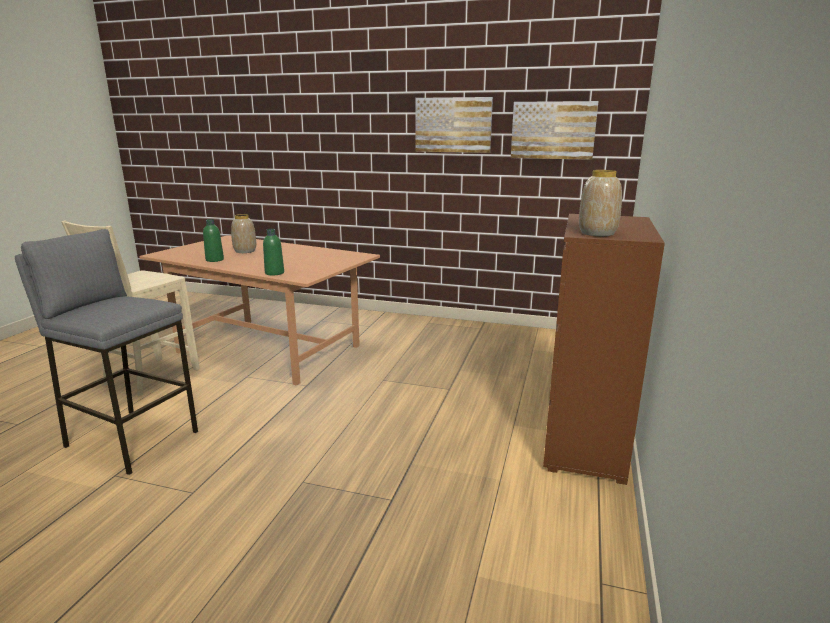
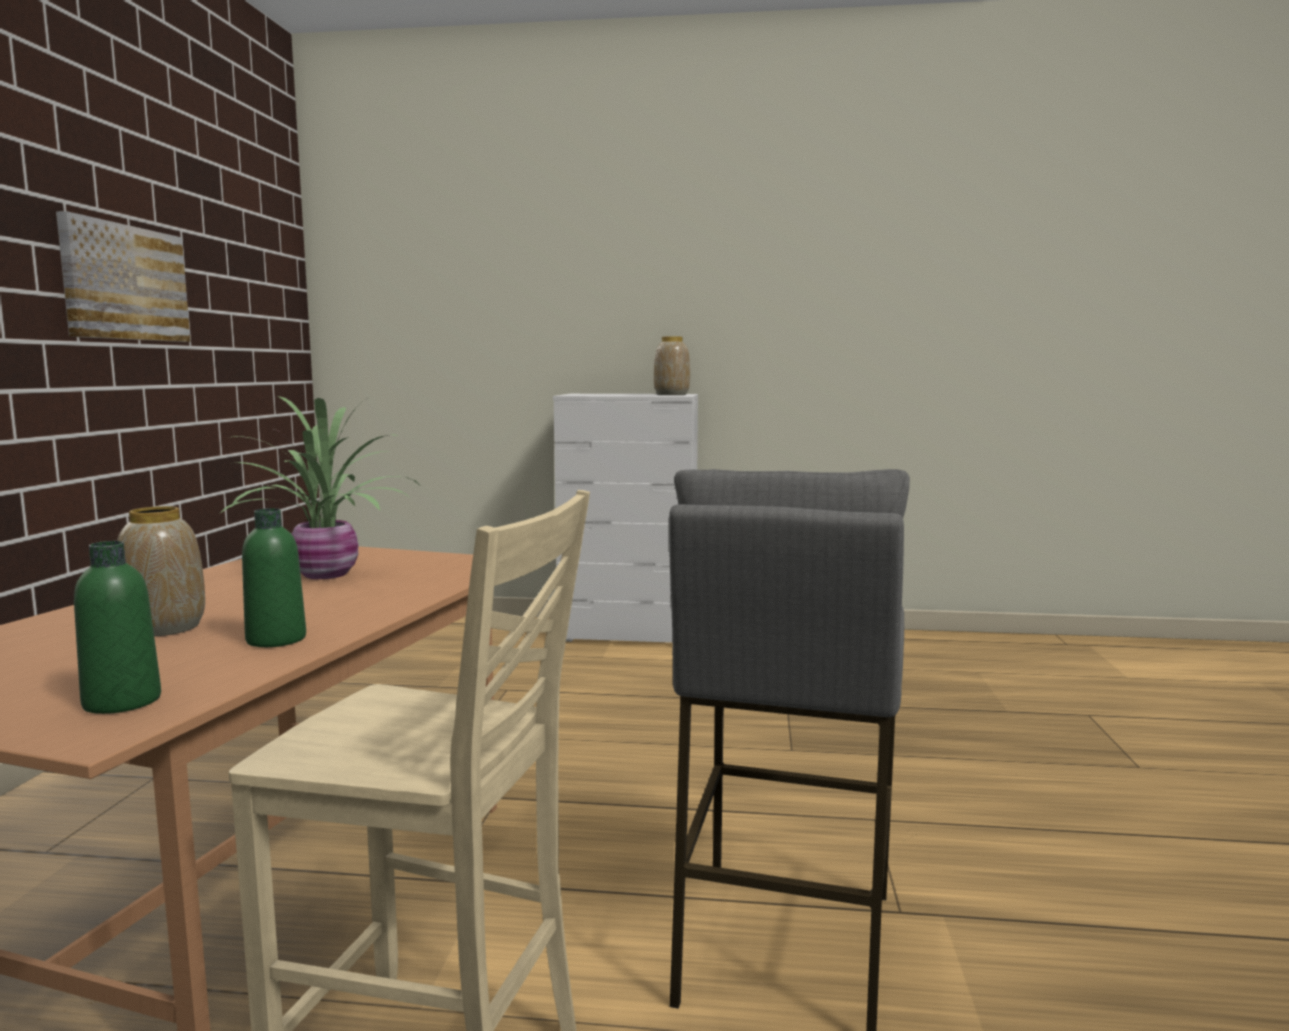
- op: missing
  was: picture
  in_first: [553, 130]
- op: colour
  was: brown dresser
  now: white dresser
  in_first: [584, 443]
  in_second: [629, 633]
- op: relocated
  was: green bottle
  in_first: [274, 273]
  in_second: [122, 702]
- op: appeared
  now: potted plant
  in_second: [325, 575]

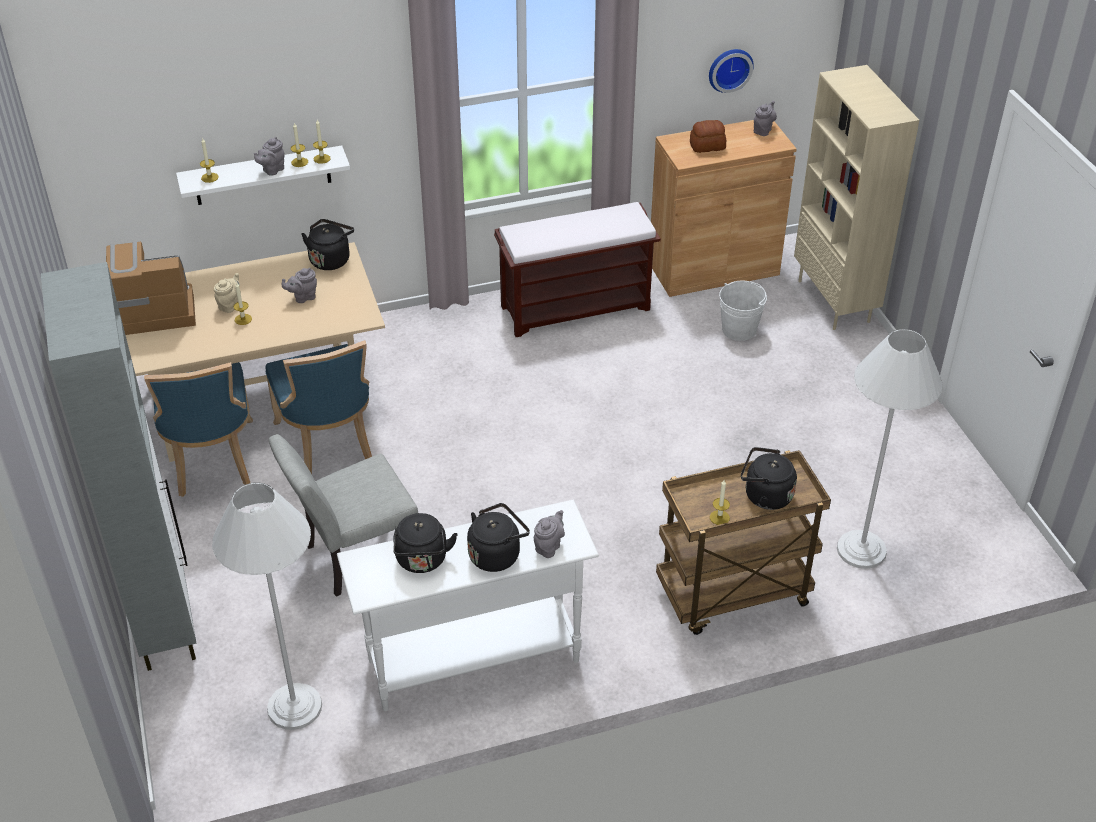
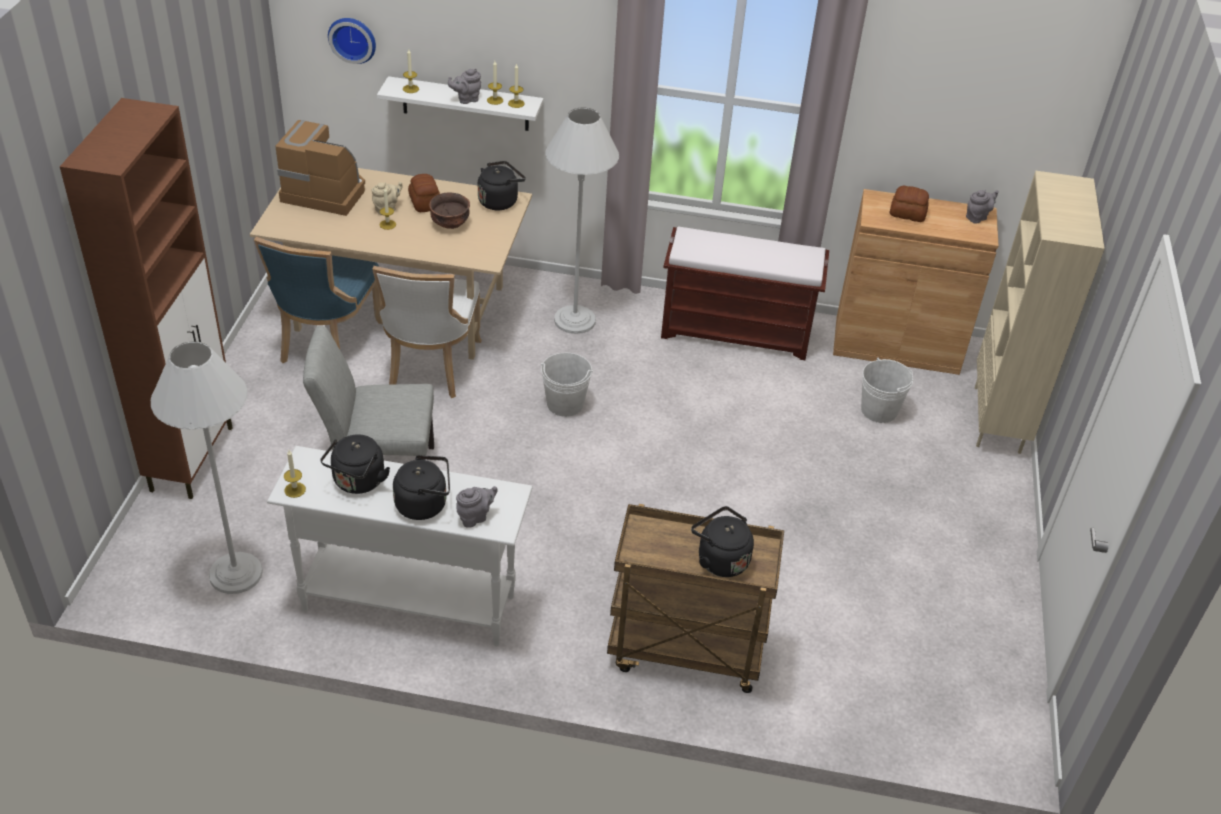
- op: relocated
  was: wall clock
  in_first: [729, 68]
  in_second: [353, 39]
- op: colour
  was: grey cabinet
  now: brown cabinet
  in_first: [165, 621]
  in_second: [193, 457]
- op: exchanged
  was: grey teapot
  now: brown bowl
  in_first: [303, 297]
  in_second: [450, 224]
- op: relocated
  was: white floor lamp
  in_first: [861, 550]
  in_second: [574, 320]
- op: colour
  was: blue chair
  now: white chair
  in_first: [328, 444]
  in_second: [430, 367]
- op: relocated
  was: candle
  in_first: [719, 517]
  in_second: [295, 490]
- op: appeared
  now: bread
  in_second: [424, 203]
- op: appeared
  now: white bucket
  in_second: [565, 404]

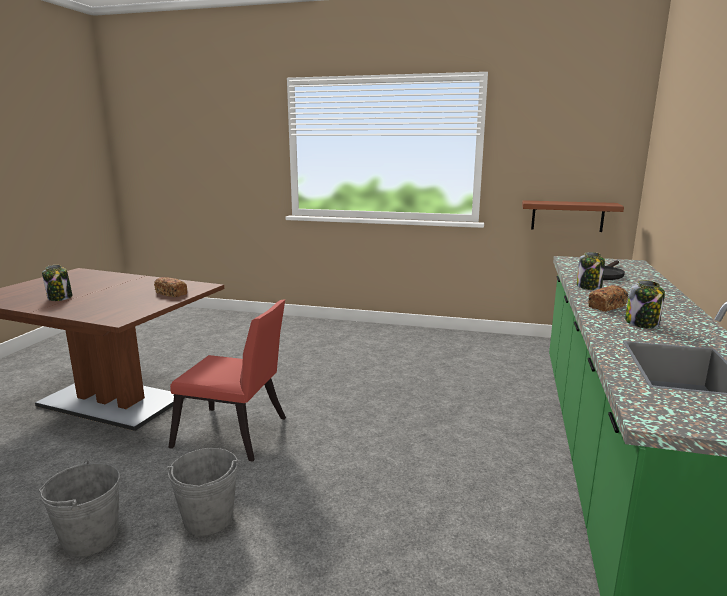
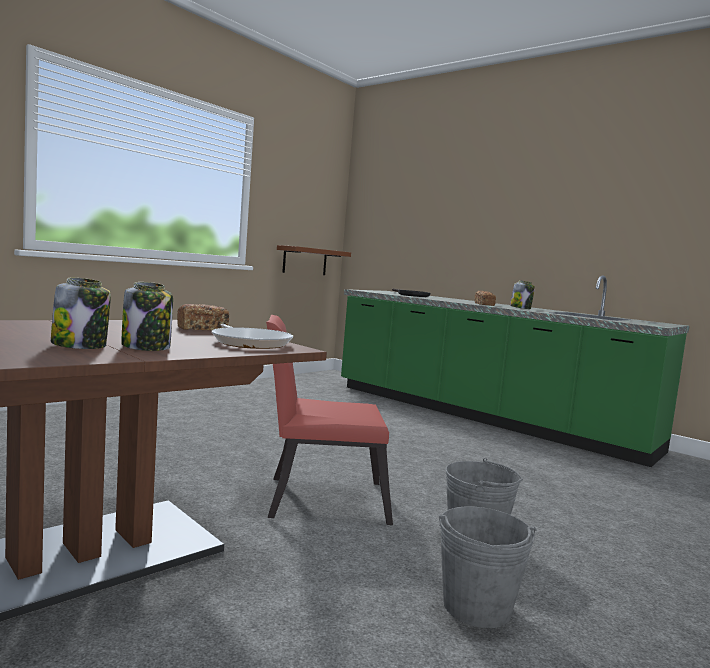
- op: relocated
  was: jar
  in_first: [589, 287]
  in_second: [147, 347]
- op: spun
  was: red chair
  in_first: [236, 435]
  in_second: [318, 498]
  clockwise: -135
- op: appeared
  now: frying pan
  in_second: [250, 343]

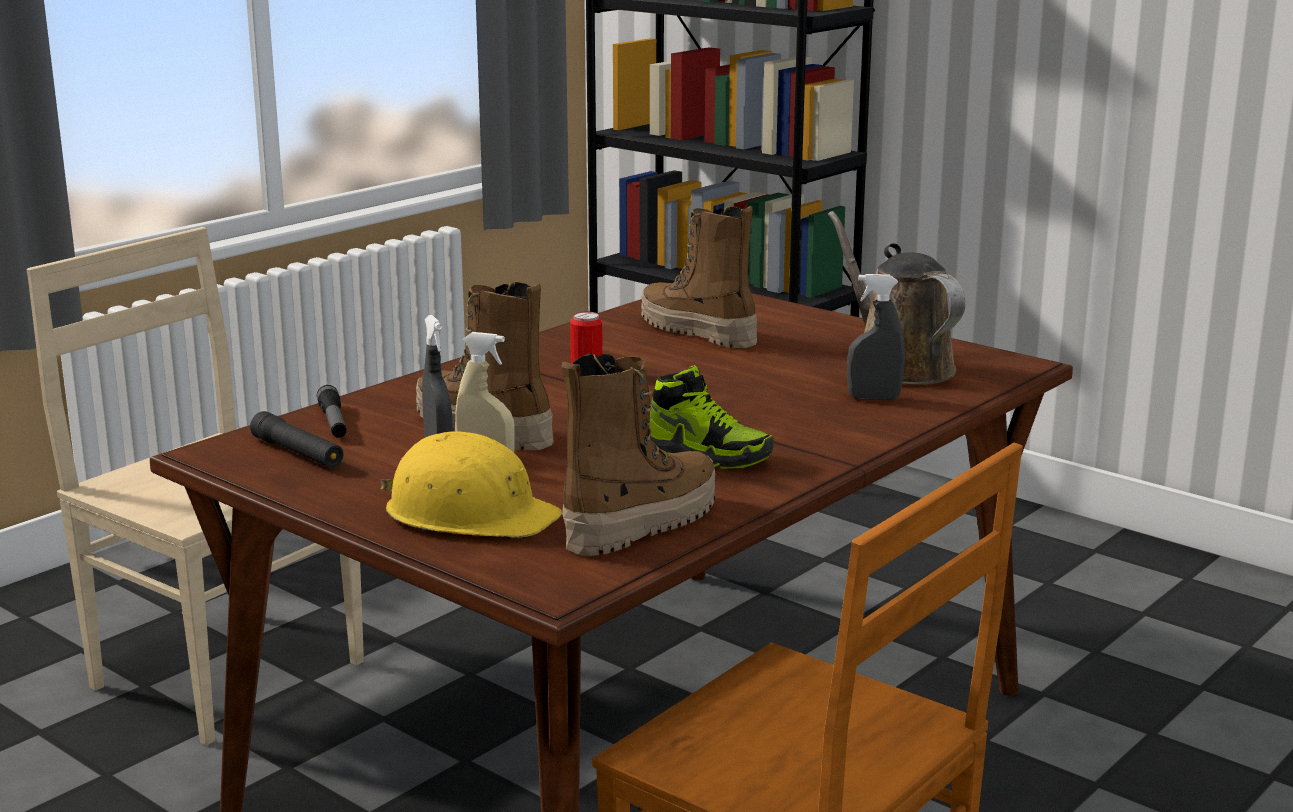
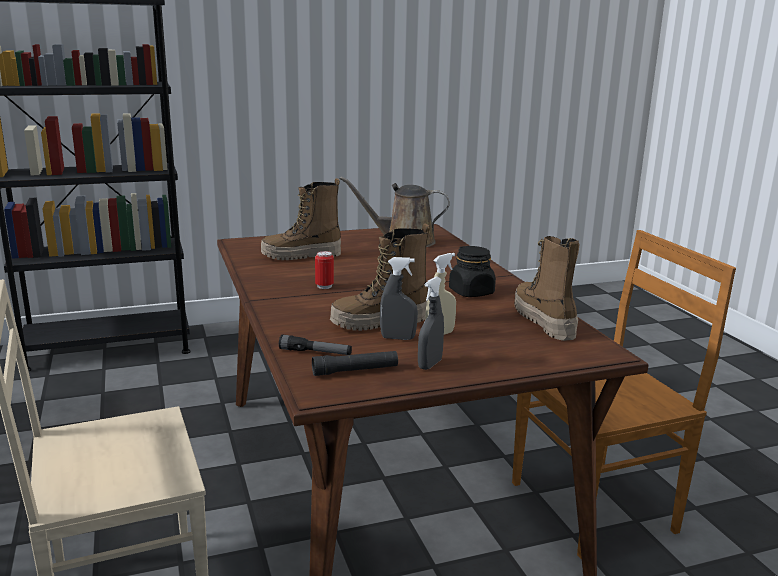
- op: relocated
  was: grey spray bottle
  in_first: [874, 398]
  in_second: [430, 364]
- op: exchanged
  was: shoe
  now: black jar
  in_first: [707, 455]
  in_second: [471, 292]
- op: missing
  was: yellow hard hat
  in_first: [469, 513]

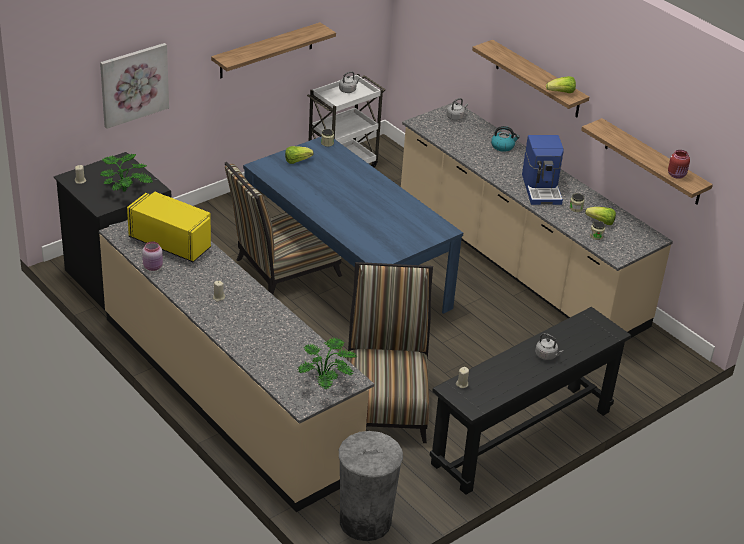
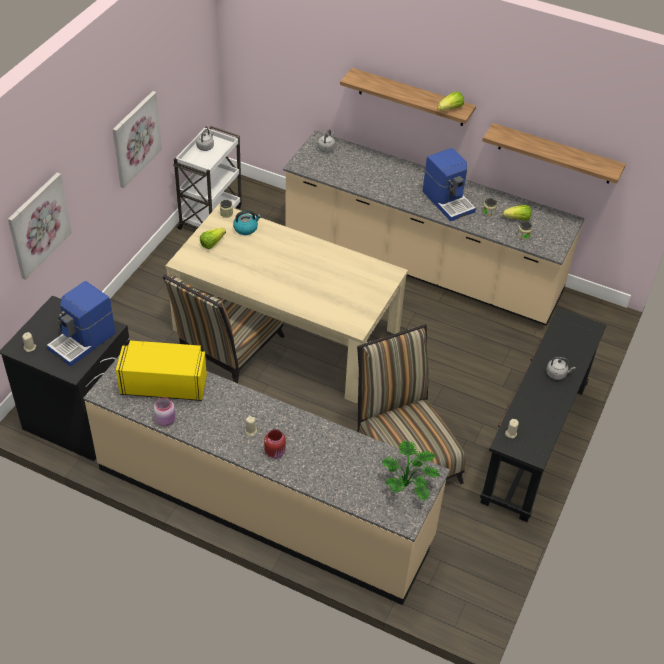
- op: exchanged
  was: shelf
  now: picture
  in_first: [266, 50]
  in_second: [135, 138]
- op: relocated
  was: kettle
  in_first: [503, 146]
  in_second: [246, 228]
- op: colour
  was: blue dining table
  now: beige dining table
  in_first: [346, 273]
  in_second: [286, 332]
- op: relocated
  was: red jar
  in_first: [677, 175]
  in_second: [275, 452]
- op: exchanged
  was: potted plant
  now: coffee machine
  in_first: [126, 190]
  in_second: [83, 341]
- op: missing
  was: grey trash can
  in_first: [365, 521]

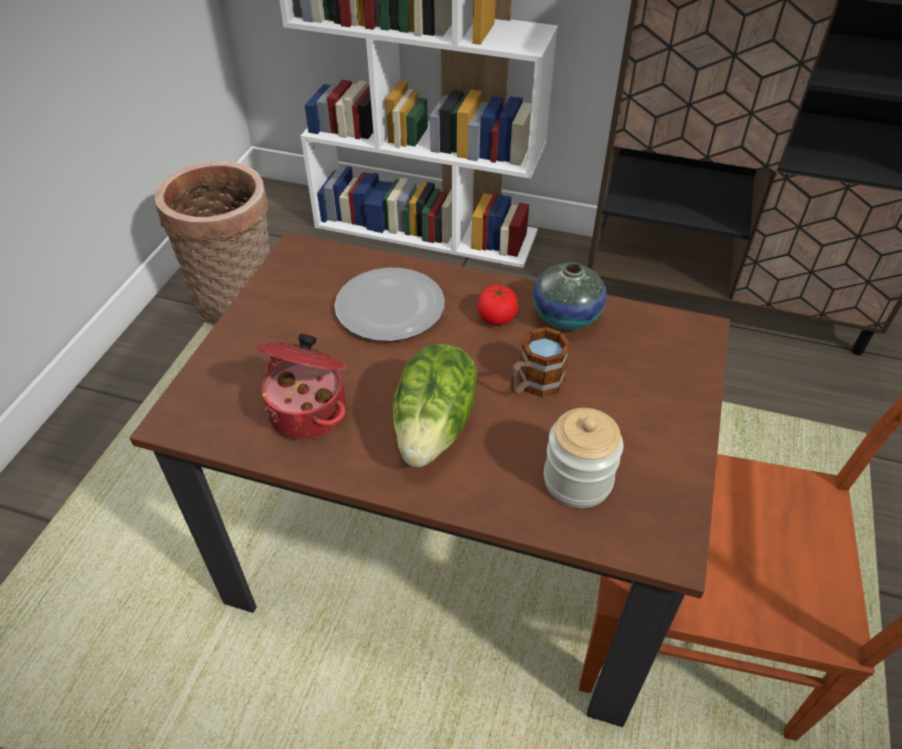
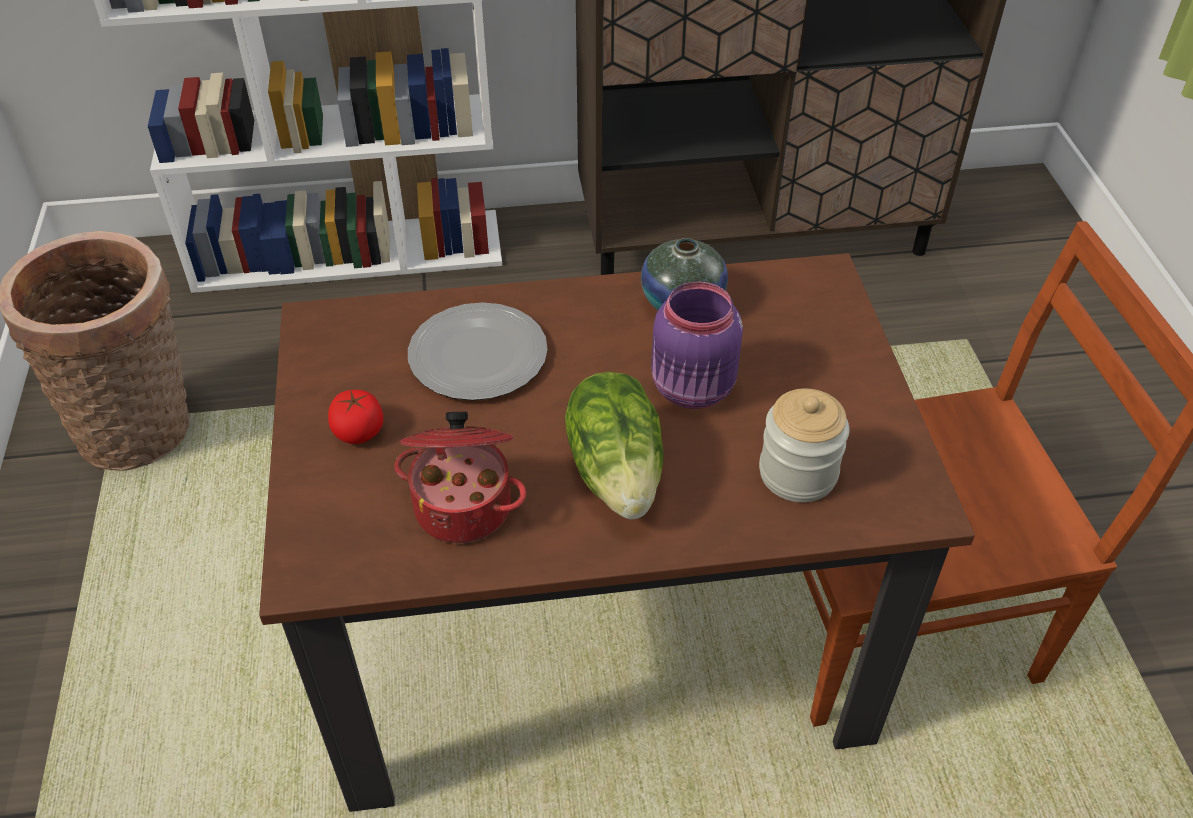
- op: relocated
  was: tomato
  in_first: [497, 316]
  in_second: [358, 430]
- op: exchanged
  was: mug
  now: purple jar
  in_first: [534, 385]
  in_second: [694, 389]

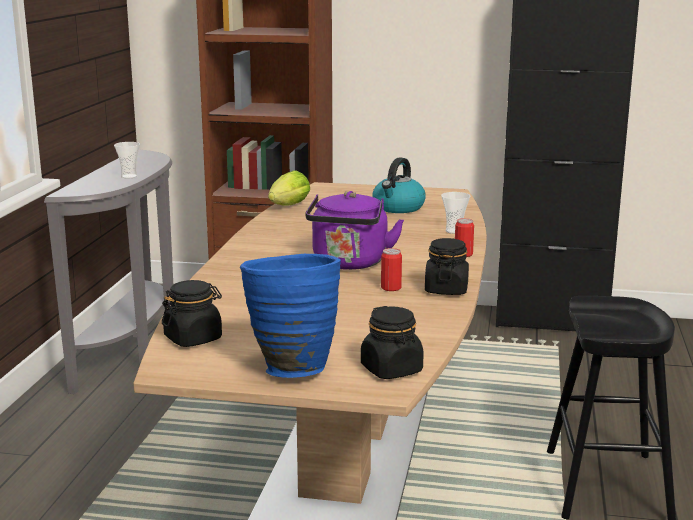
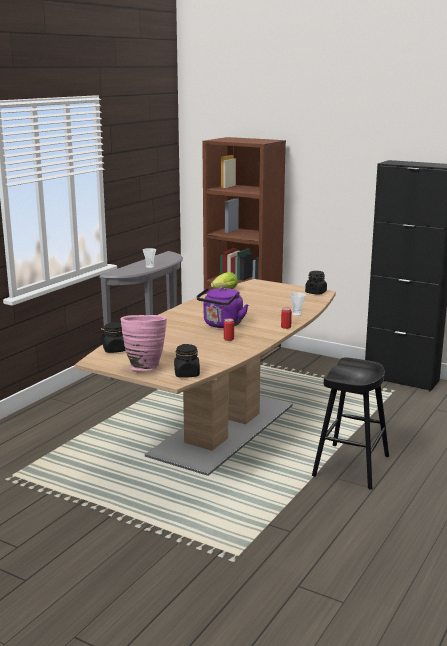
- op: missing
  was: kettle
  in_first: [398, 208]
- op: relocated
  was: black jar
  in_first: [446, 289]
  in_second: [315, 292]
- op: colour
  was: blue vase
  now: pink vase
  in_first: [291, 367]
  in_second: [144, 367]

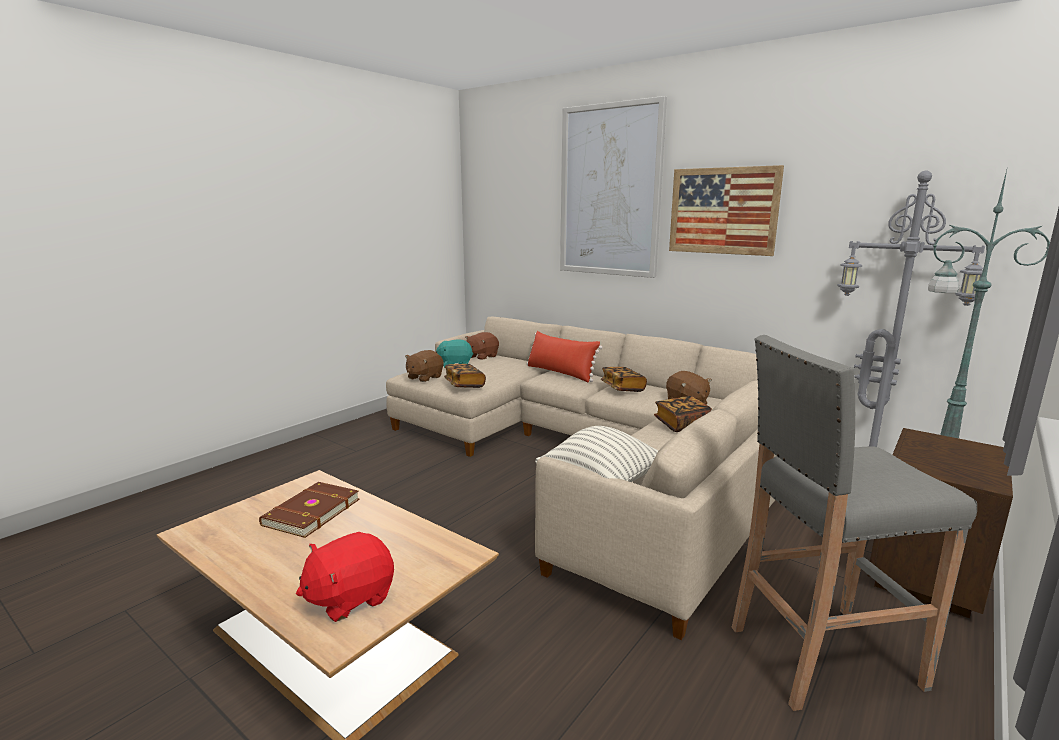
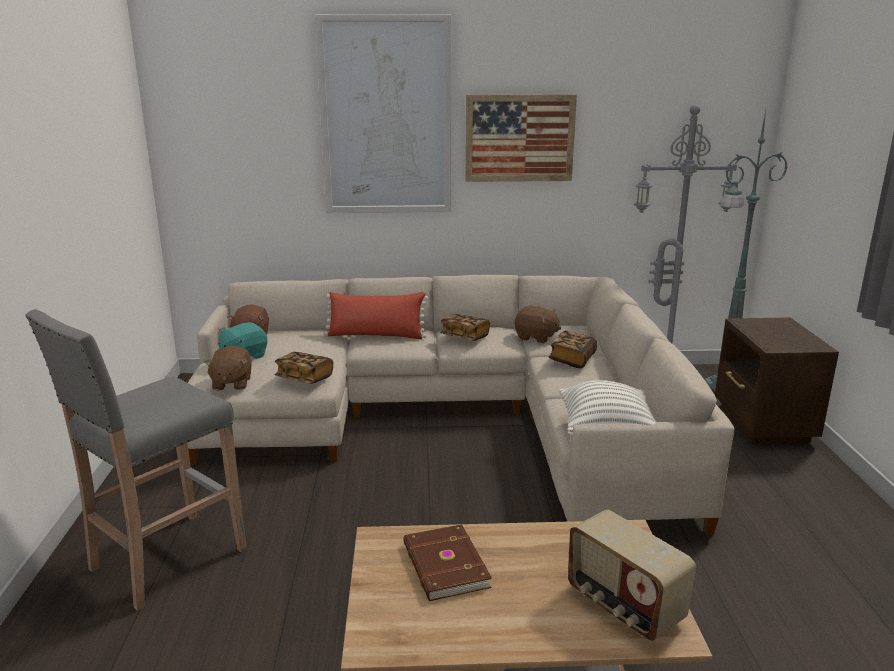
- op: relocated
  was: grey stool
  in_first: [819, 656]
  in_second: [165, 560]
- op: exchanged
  was: red plush toy
  now: radio
  in_first: [350, 597]
  in_second: [623, 606]

